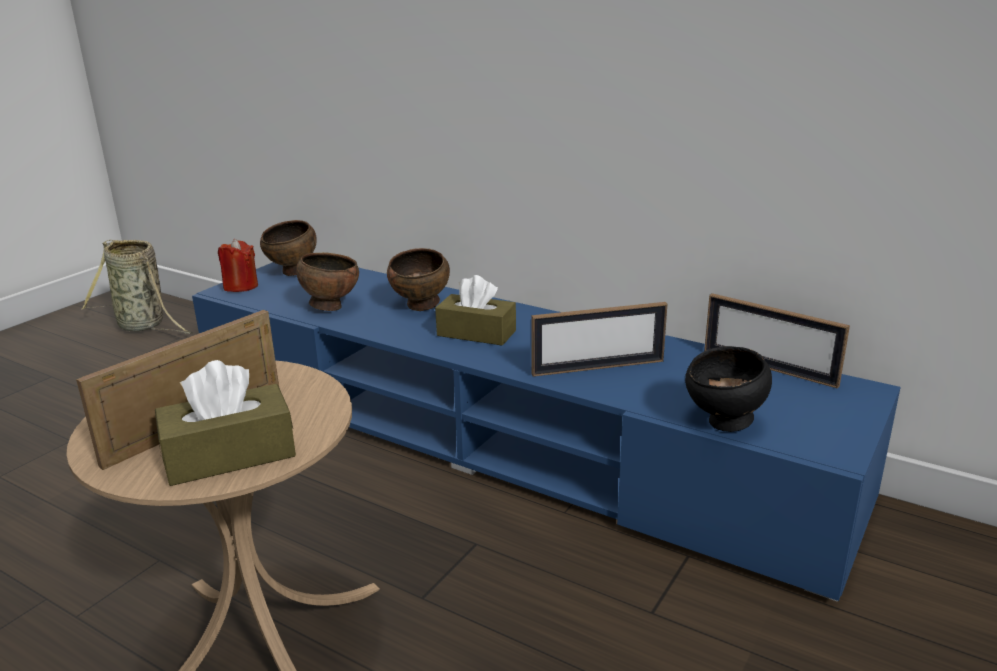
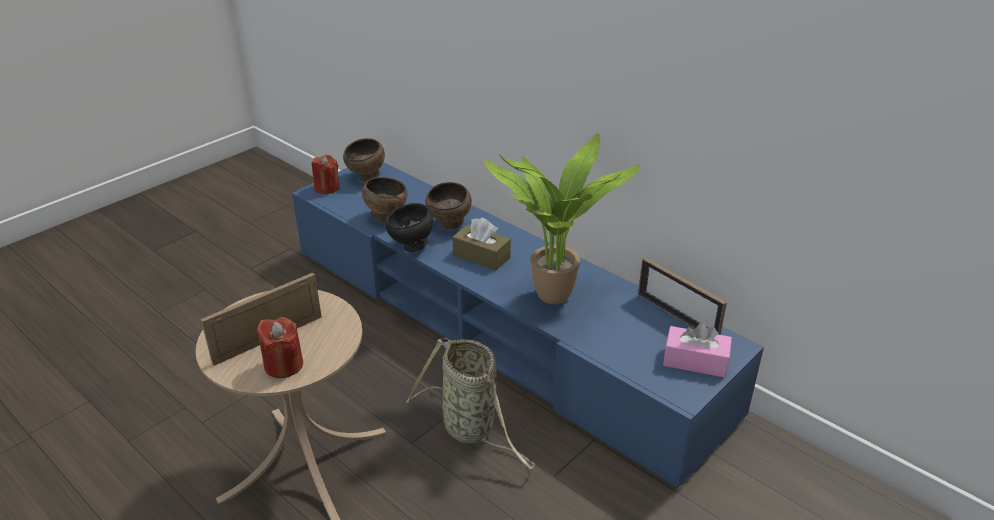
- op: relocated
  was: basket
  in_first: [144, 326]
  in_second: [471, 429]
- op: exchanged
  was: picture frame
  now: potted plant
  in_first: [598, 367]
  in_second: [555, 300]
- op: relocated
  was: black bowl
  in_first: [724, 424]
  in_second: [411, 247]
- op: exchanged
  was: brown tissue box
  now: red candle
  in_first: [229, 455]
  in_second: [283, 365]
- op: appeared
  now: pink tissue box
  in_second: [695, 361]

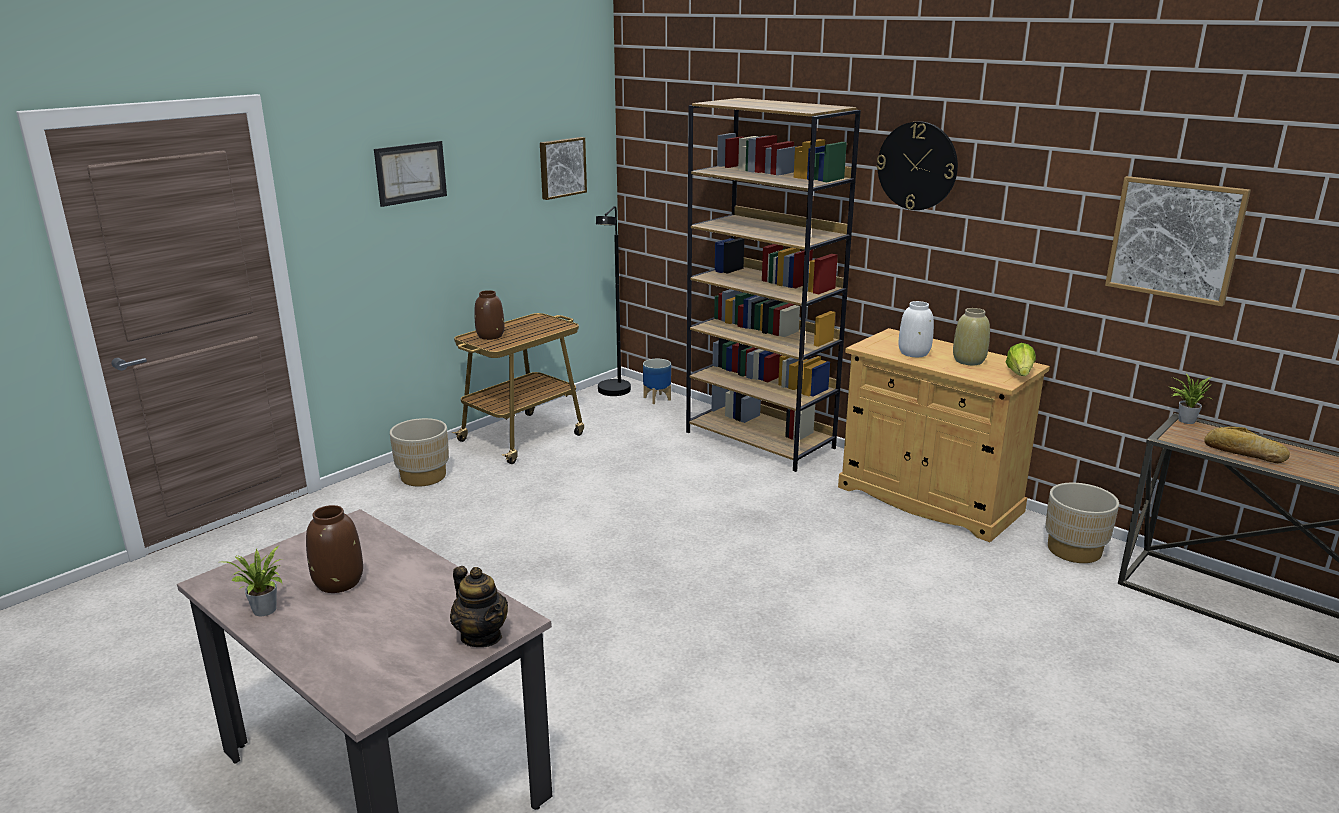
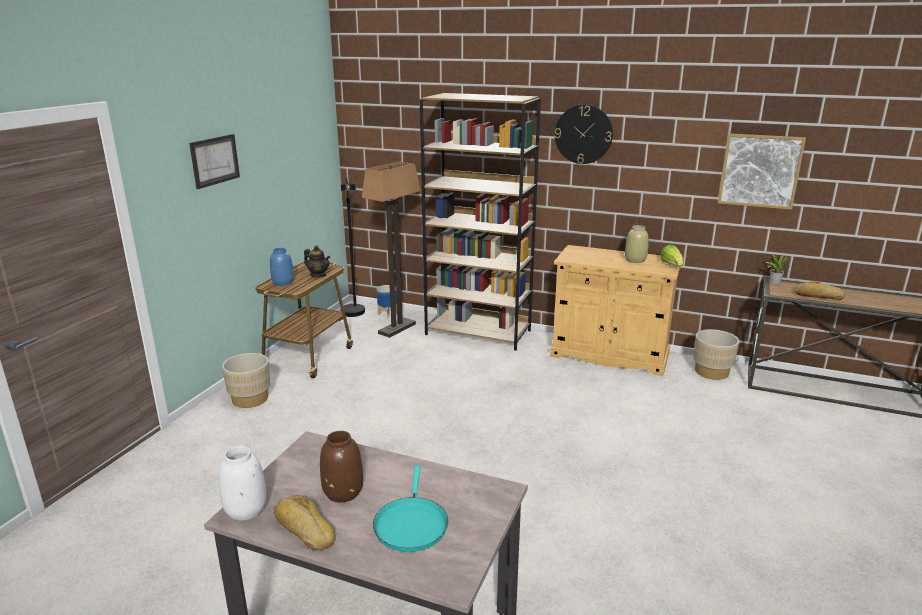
- op: missing
  was: picture
  in_first: [561, 167]
- op: colour
  was: brown vase
  now: blue vase
  in_first: [490, 336]
  in_second: [282, 283]
- op: relocated
  was: white vase
  in_first: [913, 353]
  in_second: [245, 509]
- op: exchanged
  was: potted plant
  now: bread
  in_first: [265, 611]
  in_second: [304, 529]
- op: relocated
  was: teapot
  in_first: [481, 636]
  in_second: [318, 275]
- op: appeared
  now: floor lamp
  in_second: [397, 328]
- op: appeared
  now: turquoise frying pan
  in_second: [411, 524]

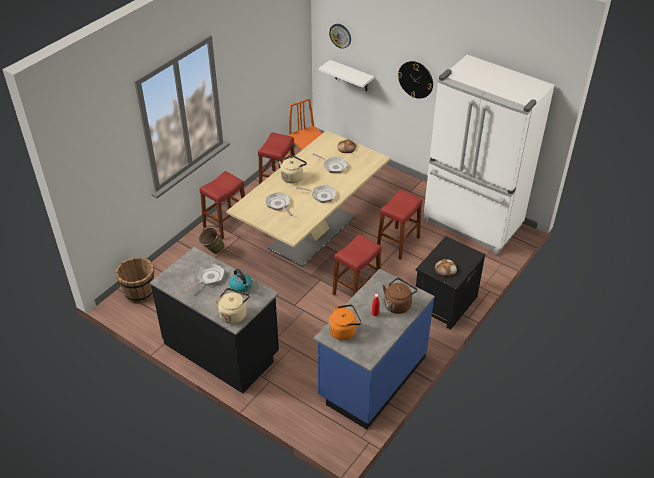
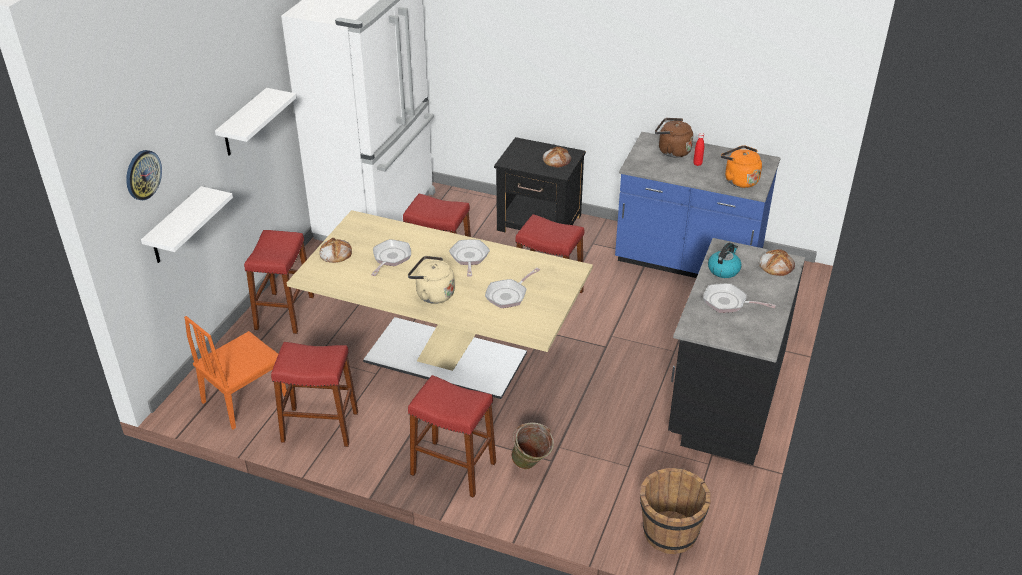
- op: exchanged
  was: wall clock
  now: white shelf
  in_first: [416, 79]
  in_second: [244, 123]
- op: exchanged
  was: beige kettle
  now: bread
  in_first: [233, 314]
  in_second: [776, 265]
- op: appeared
  now: red stool
  in_second: [284, 312]

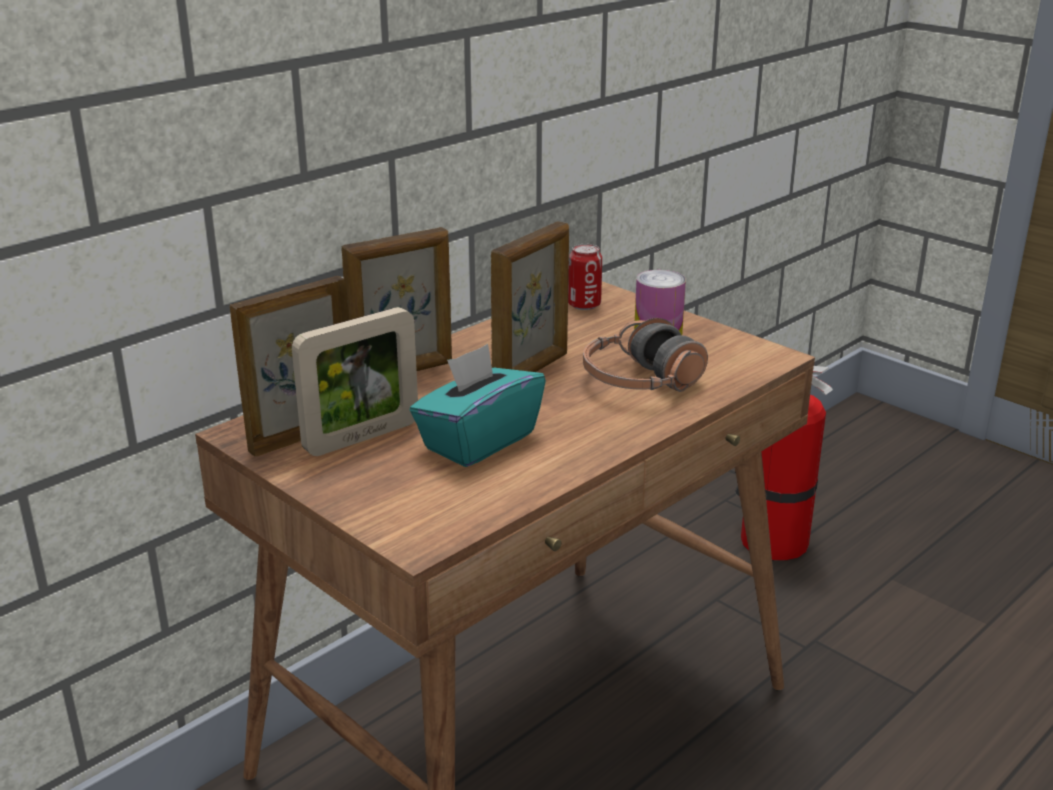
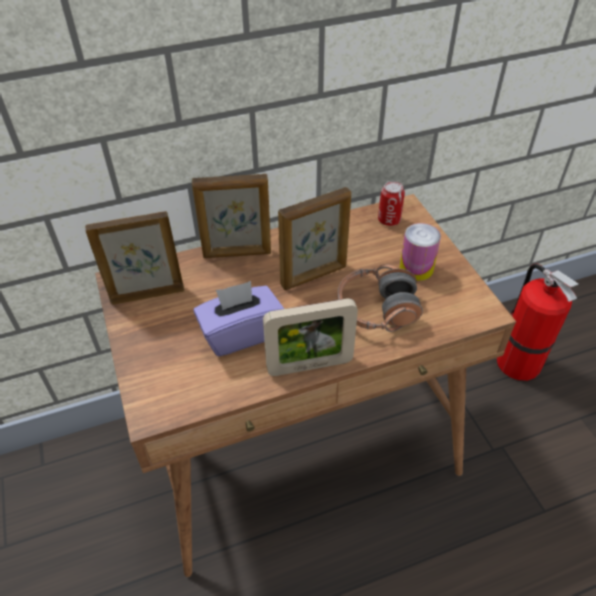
- op: relocated
  was: picture frame
  in_first: [361, 437]
  in_second: [309, 365]
- op: colour
  was: turquoise tissue box
  now: purple tissue box
  in_first: [478, 441]
  in_second: [240, 333]

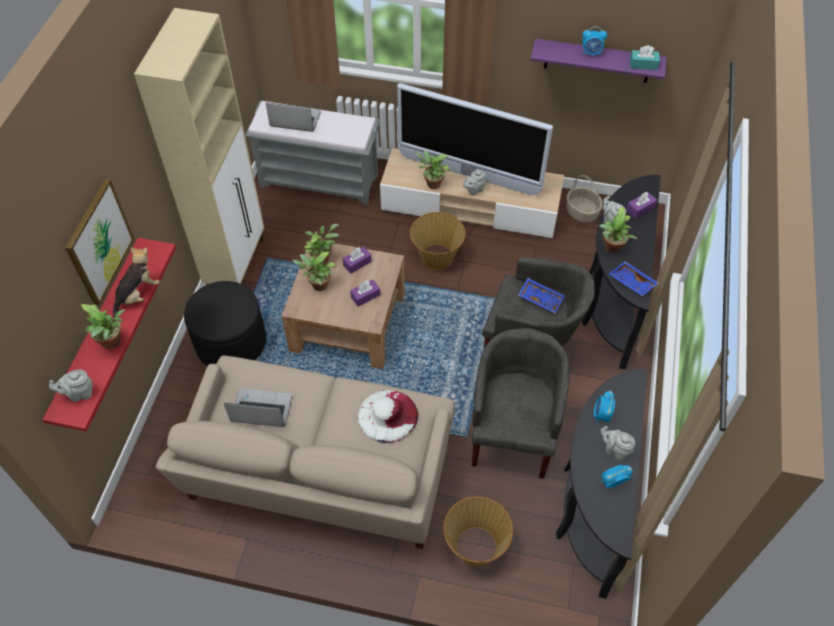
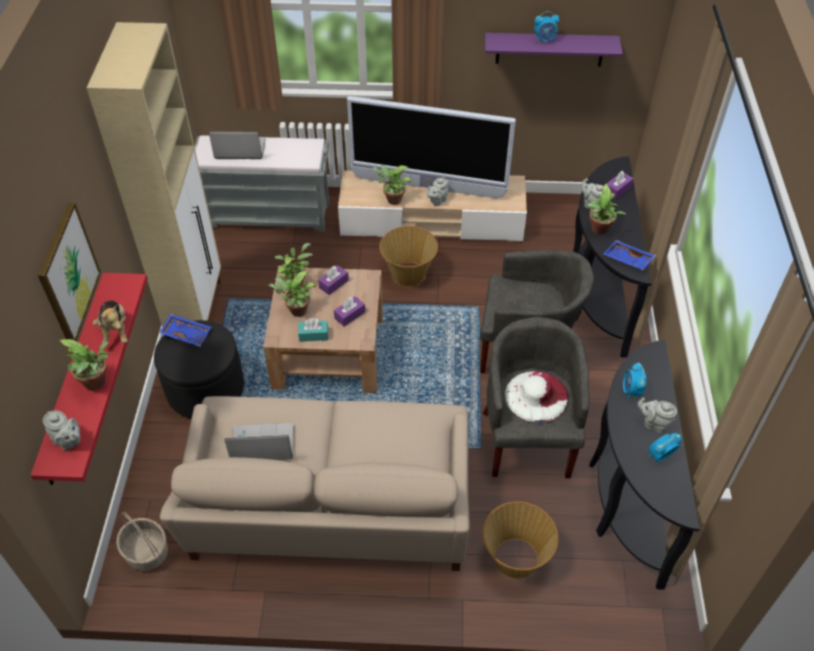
- op: relocated
  was: turquoise tissue box
  in_first: [643, 64]
  in_second: [313, 335]
- op: relocated
  was: basket
  in_first: [582, 212]
  in_second: [147, 552]
- op: spun
  was: plush toy
  in_first: [138, 295]
  in_second: [115, 330]
  clockwise: 135
- op: relocated
  was: blue tray
  in_first: [541, 298]
  in_second: [187, 333]
- op: spun
  was: grey teapot
  in_first: [79, 393]
  in_second: [68, 441]
  clockwise: -120
- op: relocated
  was: white hat
  in_first: [387, 416]
  in_second: [536, 396]

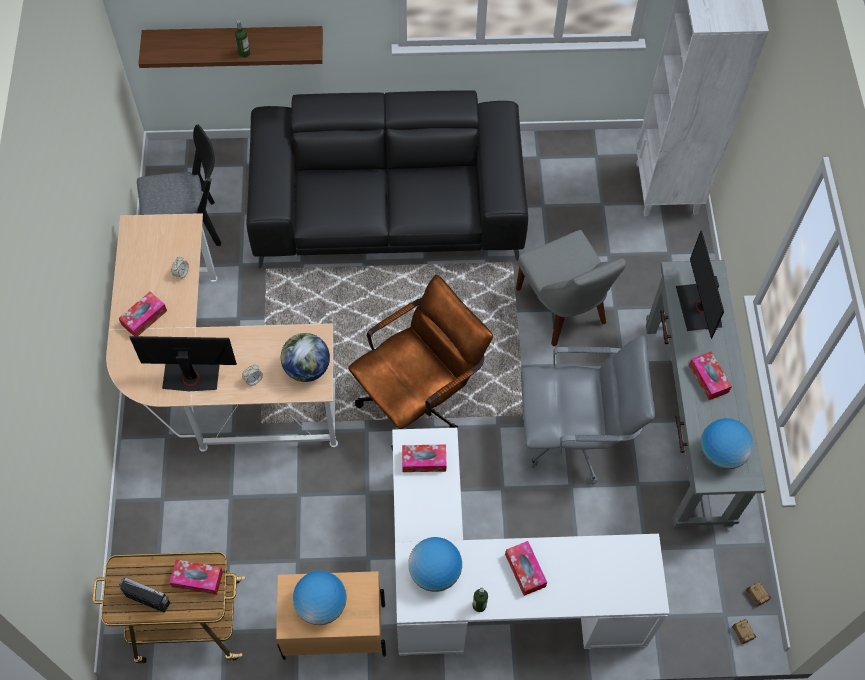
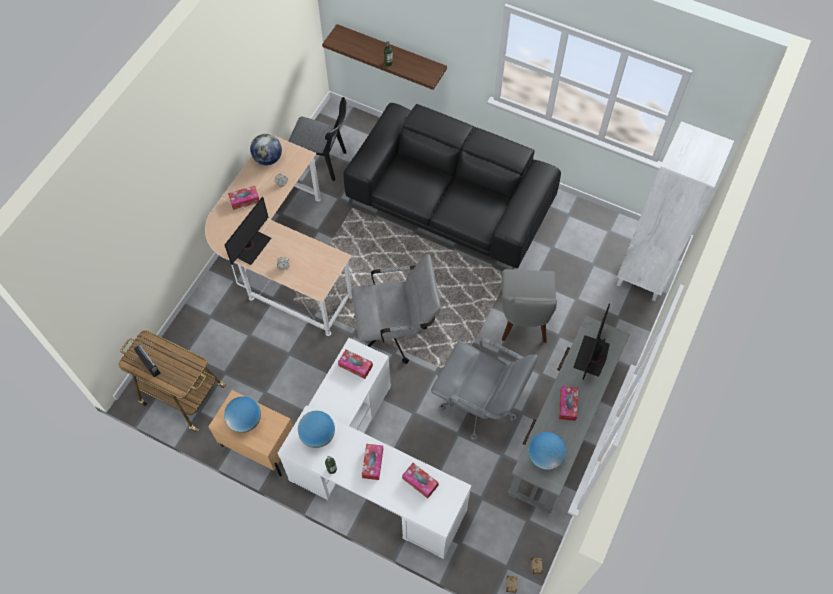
- op: colour
  was: brown office chair
  now: grey office chair
  in_first: [419, 399]
  in_second: [396, 332]
- op: relocated
  was: globe
  in_first: [307, 368]
  in_second: [268, 159]
- op: spun
  was: monitor
  in_first: [191, 374]
  in_second: [250, 246]
  clockwise: 90
- op: relocated
  was: tissue box
  in_first: [197, 579]
  in_second: [420, 482]

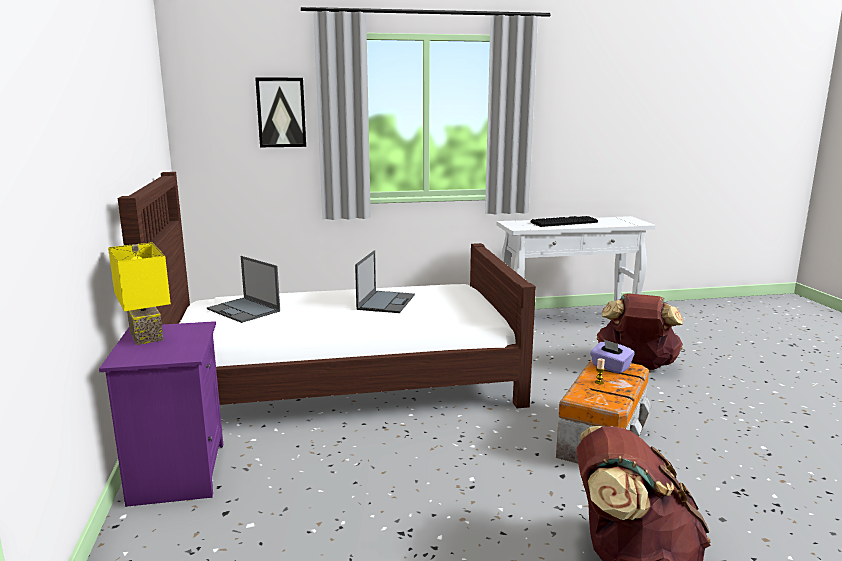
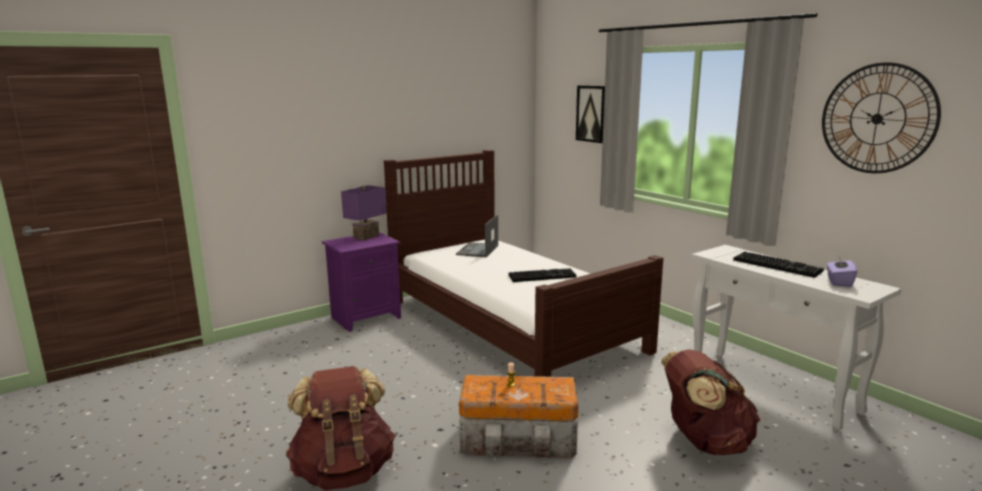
- op: colour
  was: yellow table lamp
  now: purple table lamp
  in_first: [149, 336]
  in_second: [367, 237]
- op: exchanged
  was: laptop
  now: keyboard
  in_first: [386, 302]
  in_second: [542, 276]
- op: relocated
  was: purple tissue box
  in_first: [610, 367]
  in_second: [839, 282]
- op: appeared
  now: wall clock
  in_second: [877, 119]

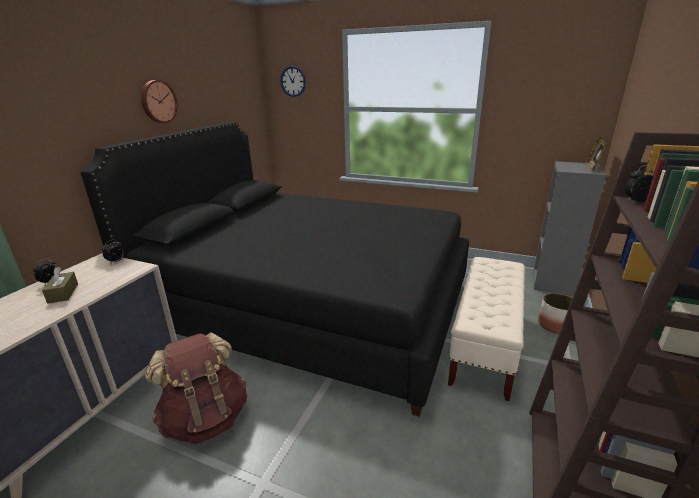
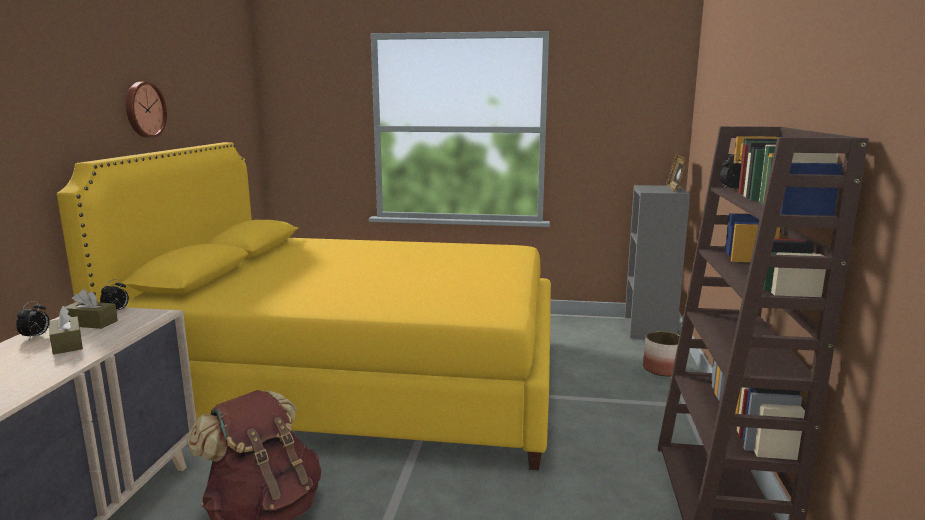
- op: missing
  was: wall clock
  in_first: [293, 81]
- op: colour
  was: black bed
  now: yellow bed
  in_first: [311, 307]
  in_second: [359, 381]
- op: missing
  was: beige bench
  in_first: [485, 345]
- op: appeared
  now: brown tissue box
  in_second: [91, 323]

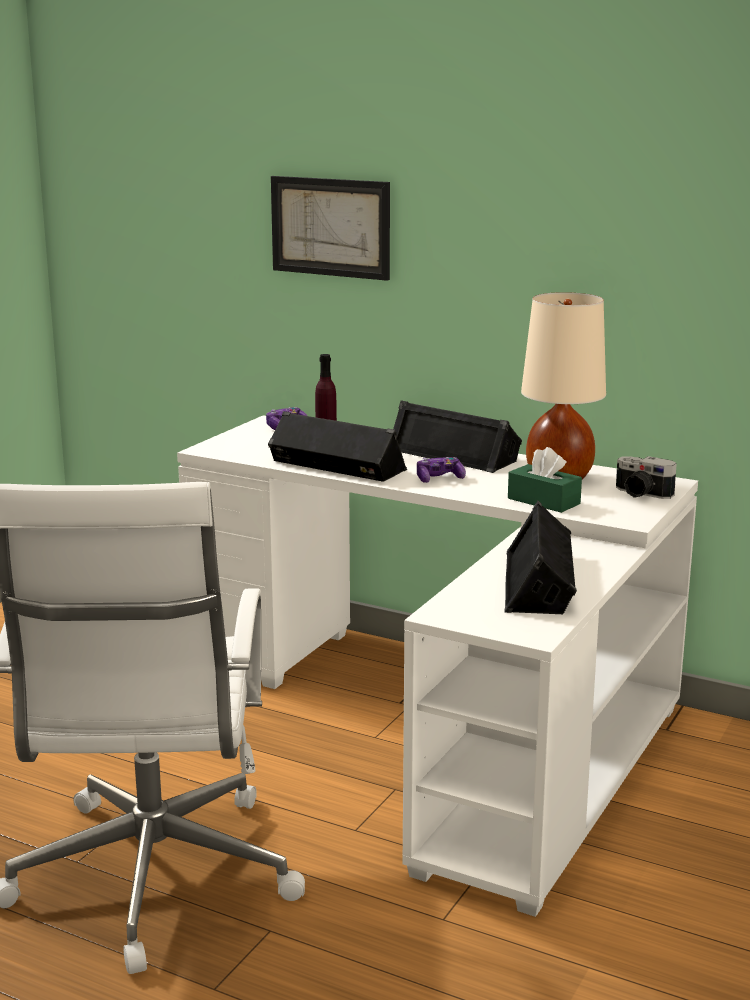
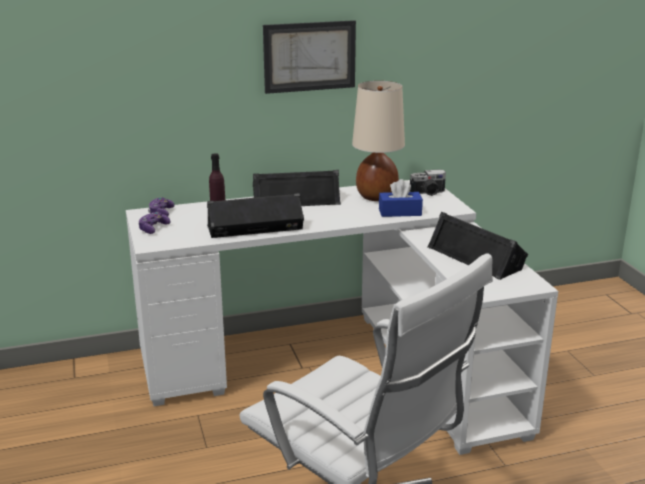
- op: relocated
  was: picture
  in_first: [330, 227]
  in_second: [309, 56]
- op: colour
  was: green tissue box
  now: blue tissue box
  in_first: [543, 501]
  in_second: [400, 212]
- op: relocated
  was: game controller
  in_first: [439, 479]
  in_second: [153, 228]

